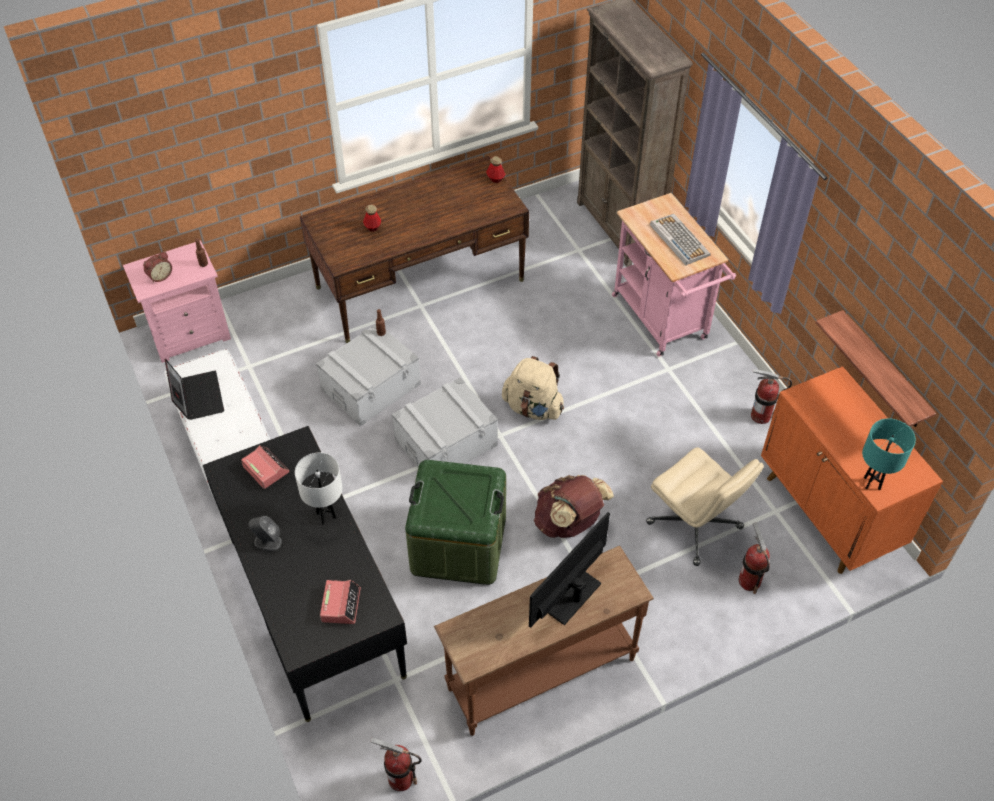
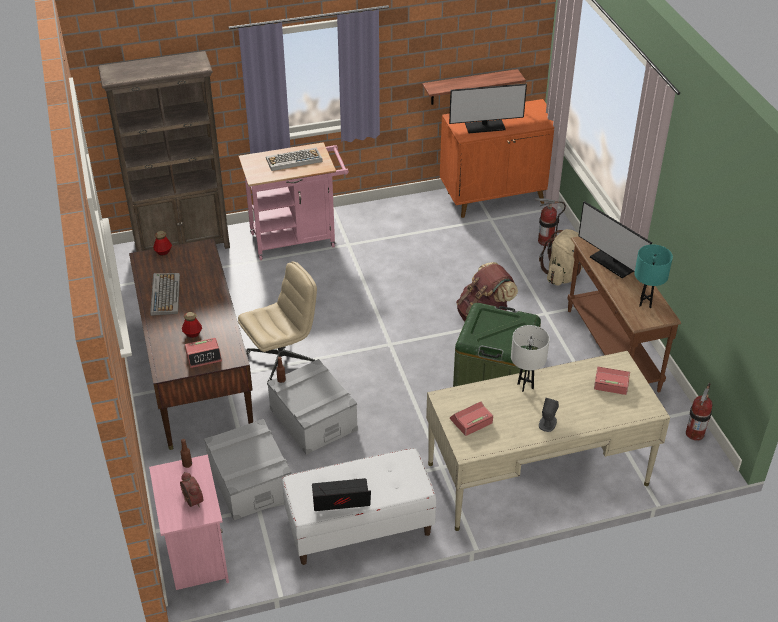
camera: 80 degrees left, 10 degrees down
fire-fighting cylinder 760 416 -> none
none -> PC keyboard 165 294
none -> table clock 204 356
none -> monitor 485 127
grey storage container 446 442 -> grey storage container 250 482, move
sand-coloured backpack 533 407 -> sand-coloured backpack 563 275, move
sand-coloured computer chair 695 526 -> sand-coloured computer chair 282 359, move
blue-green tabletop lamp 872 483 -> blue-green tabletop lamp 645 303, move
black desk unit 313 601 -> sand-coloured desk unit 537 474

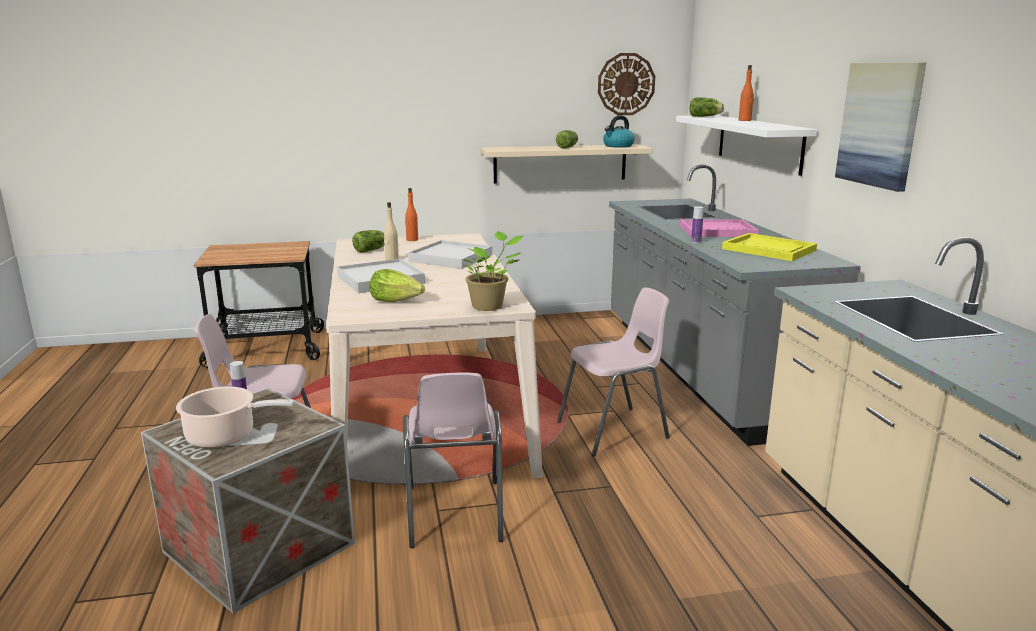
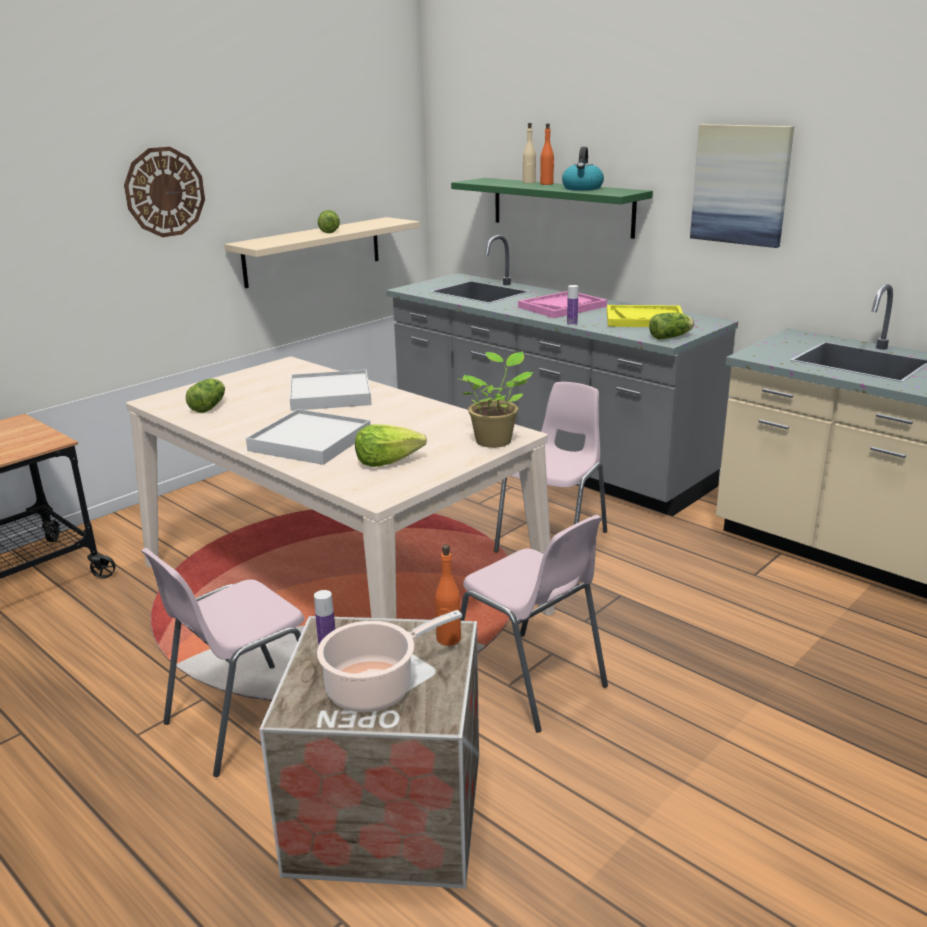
camera: 35 degrees left, 5 degrees up
sand-coloured beverage bottle 391 259 -> sand-coloured beverage bottle 529 182, move
orange beverage bottle 412 240 -> orange beverage bottle 448 639, move
hanging clock 626 84 -> hanging clock 164 192, move
kettle 618 146 -> kettle 582 188, move
head of lettuce 706 116 -> head of lettuce 672 337, move
white bracket shelf 759 143 -> green-coloured bracket shelf 562 207

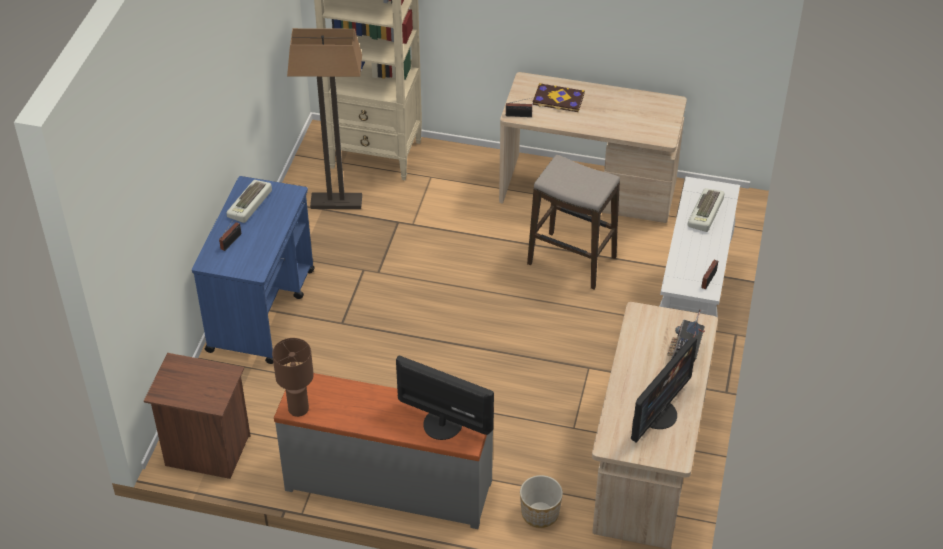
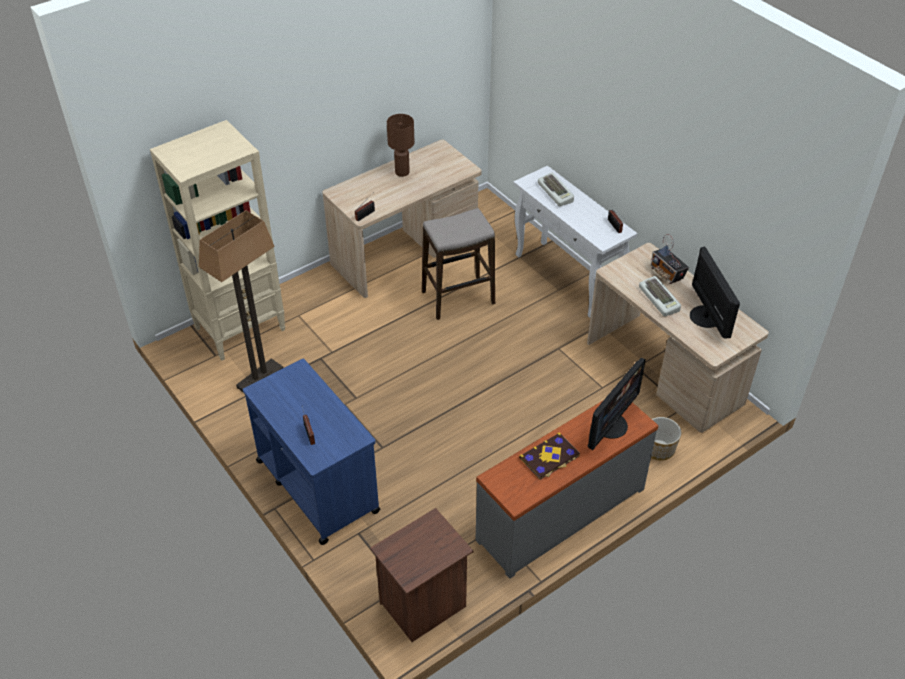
camera: 50 degrees left, 0 degrees up
PC keyboard 250 204 -> PC keyboard 660 299, move
brown-coloured tabletop lamp 298 409 -> brown-coloured tabletop lamp 402 172, move
bound book 558 99 -> bound book 550 457, move
monitor 443 423 -> monitor 610 425, 150 degrees clockwise

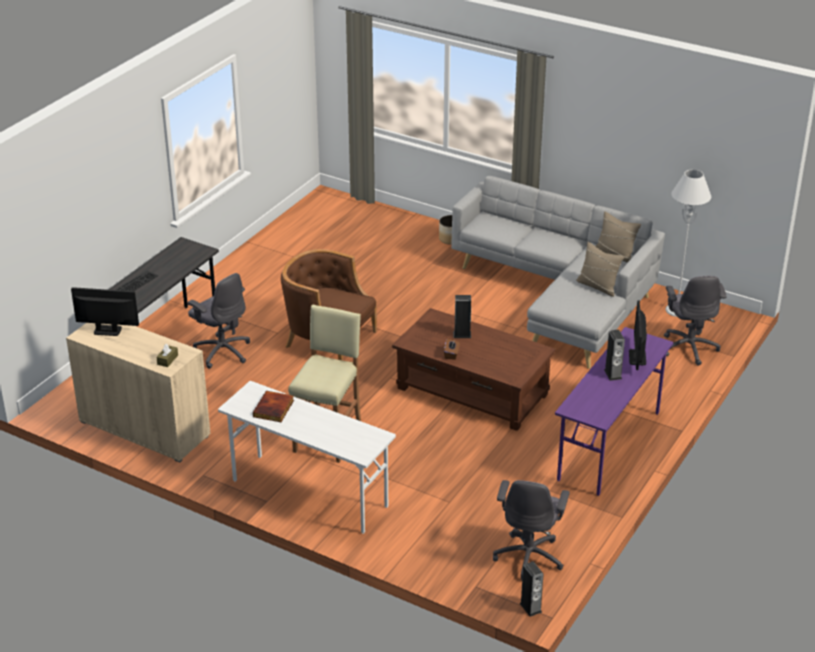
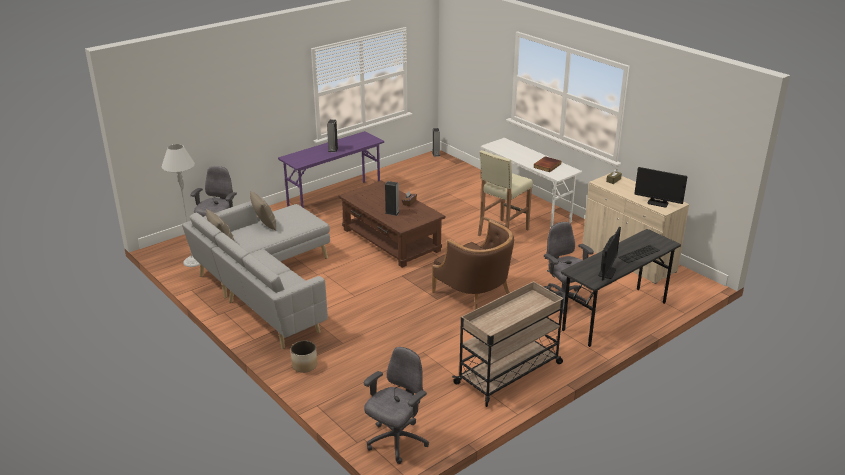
camera: 160 degrees left, 5 degrees down
none -> sand-coloured wheeled cart 510 373
grey computer chair 529 556 -> grey computer chair 396 441, move
monitor 637 357 -> monitor 607 272, move

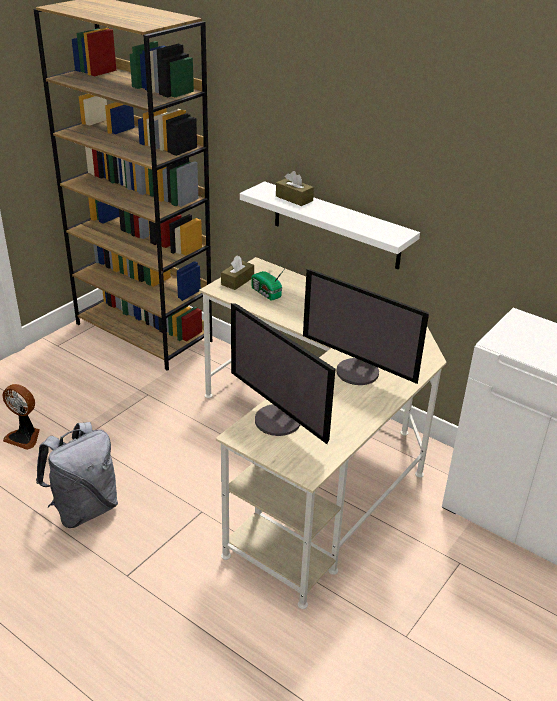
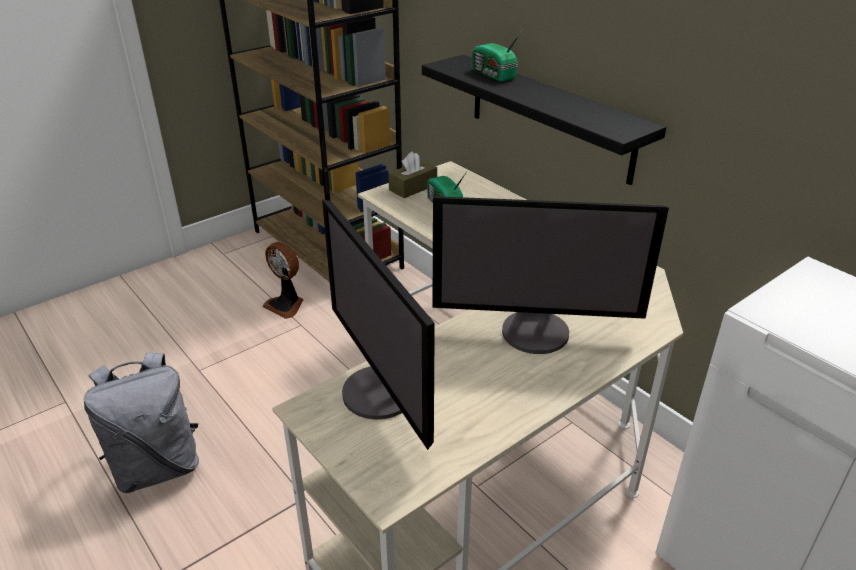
camera: 15 degrees right, 0 degrees up
fan 24 437 -> fan 286 305, move
brown-coloured tissue holder 294 198 -> radio set 493 75
white bracket shelf 336 225 -> black bracket shelf 549 117
monitor 359 372 -> monitor 536 331, 45 degrees counterclockwise

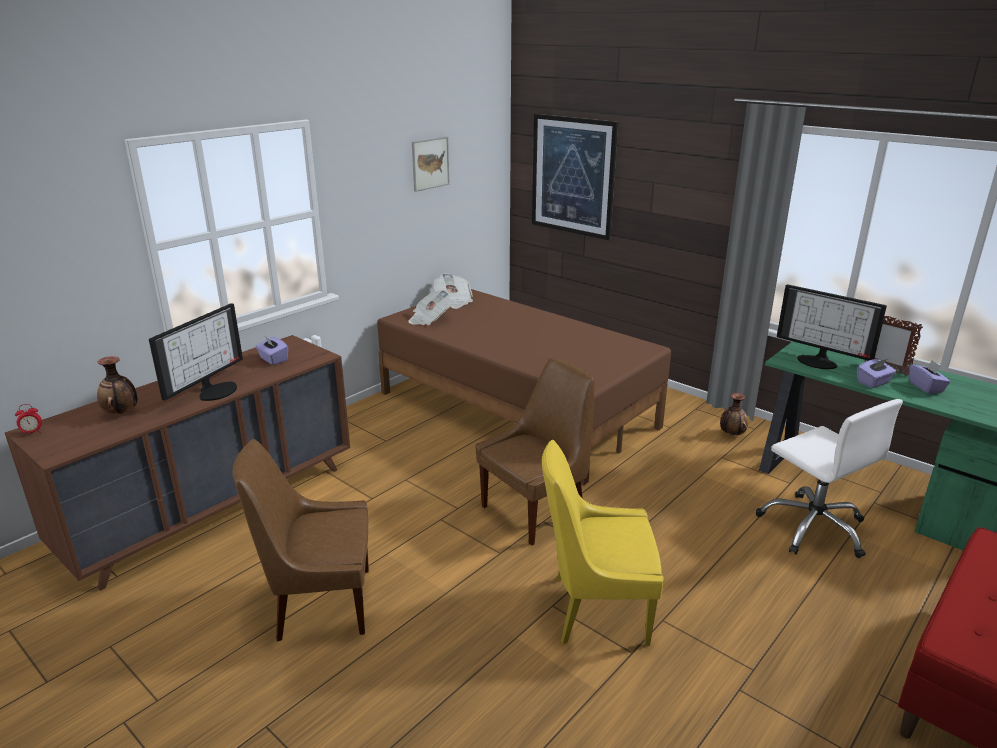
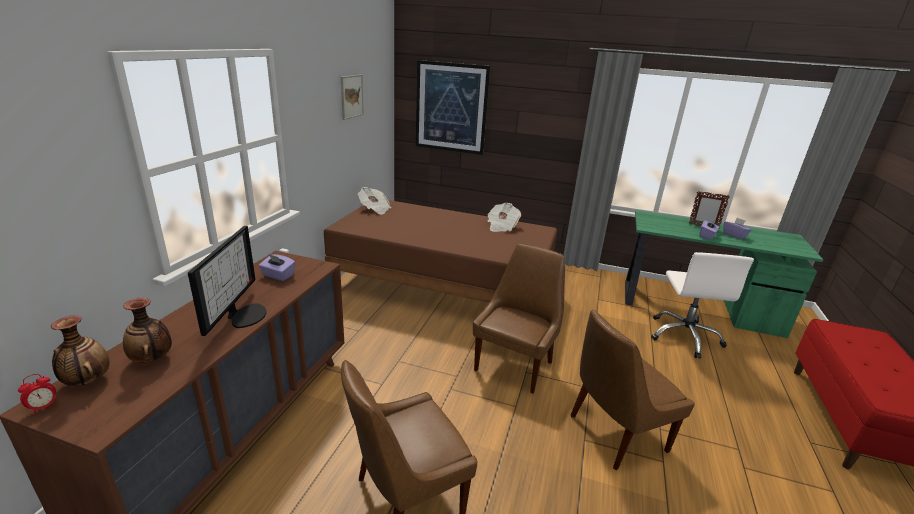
camera: 25 degrees left, 0 degrees up
monitor 818 361 -> none
daily paper 430 319 -> daily paper 501 226, move
decorative vase 731 434 -> decorative vase 87 381, move
yellowish plain chair 595 609 -> brown-coloured plain chair 614 434
white computer chair 813 527 -> white computer chair 685 336, 60 degrees clockwise

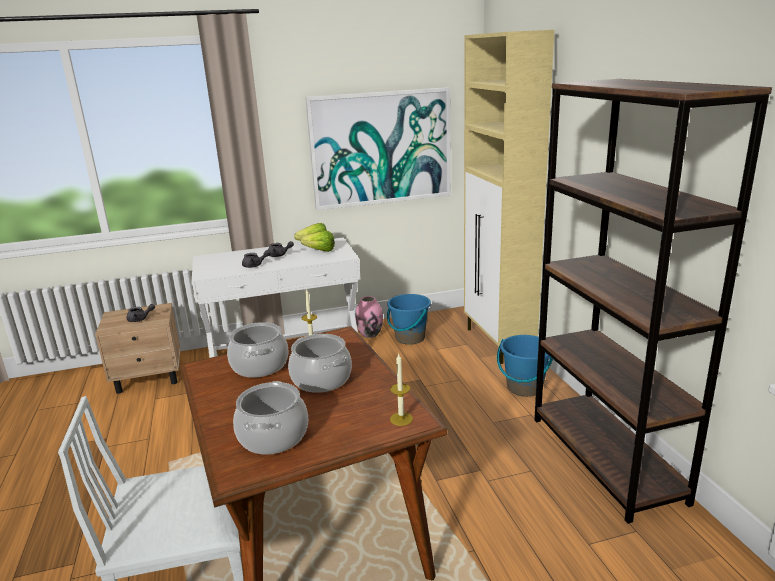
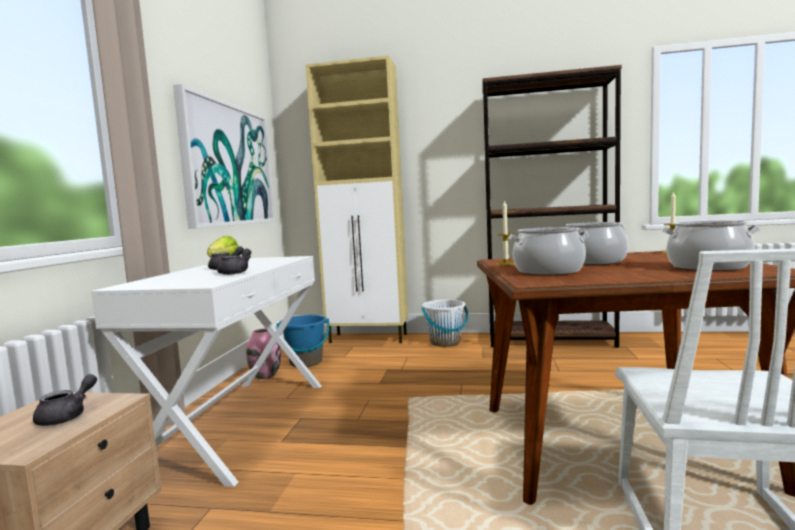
camera: 65 degrees left, 15 degrees down
head of lettuce 318 250 -> none
blue-coloured water bucket 524 388 -> white water bucket 445 342

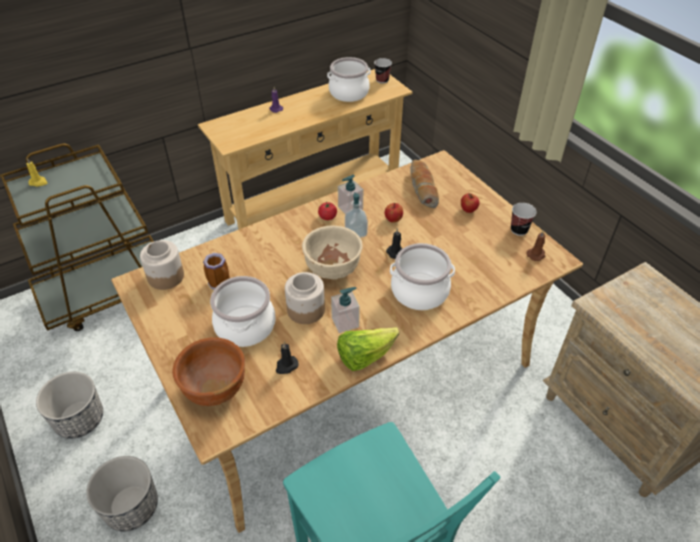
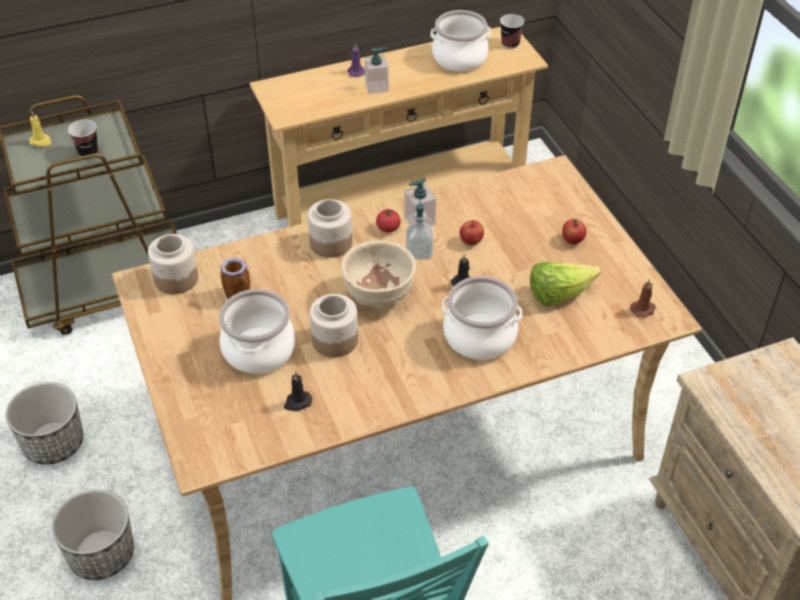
camera: 10 degrees right, 0 degrees up
brown-coloured bowl 215 388 -> none
bread 422 188 -> none
none -> preserve jar 330 243
soap bottle 345 322 -> soap bottle 377 87, move
head of lettuce 364 356 -> head of lettuce 558 294, move
drinking cup 519 230 -> drinking cup 88 152, move

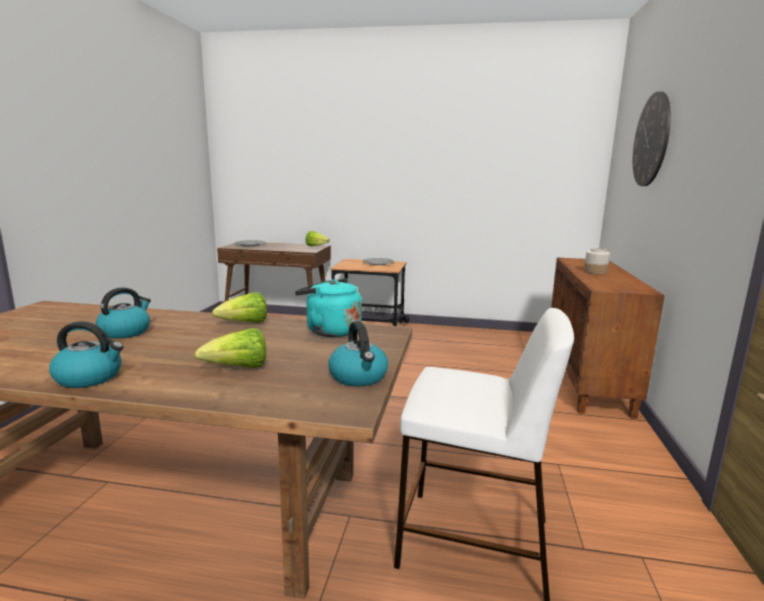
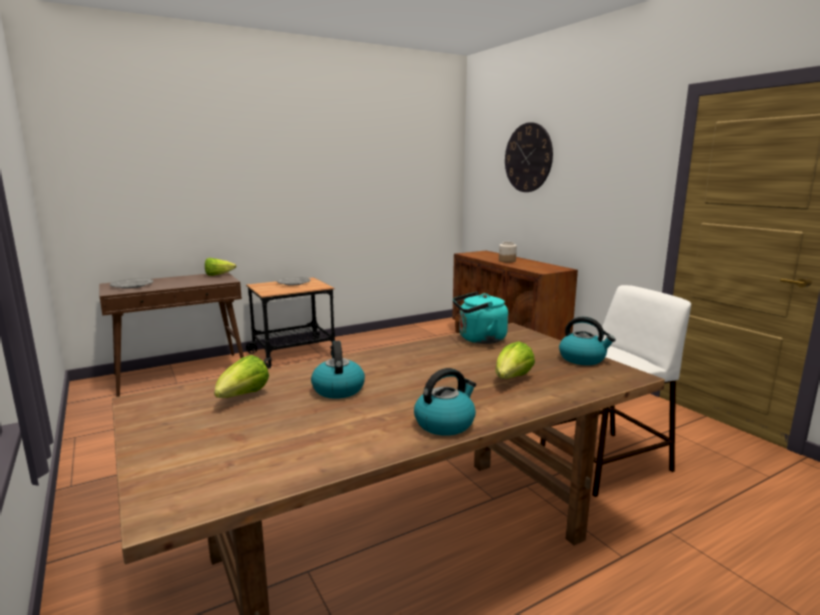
camera: 40 degrees left, 0 degrees up
head of lettuce 245 324 -> head of lettuce 243 397, move

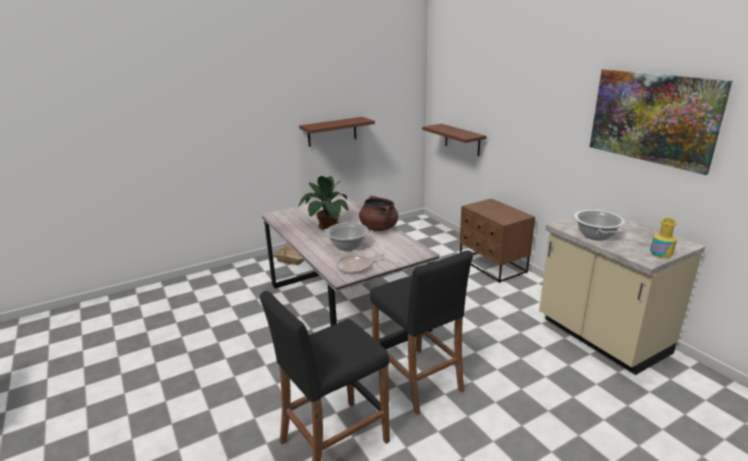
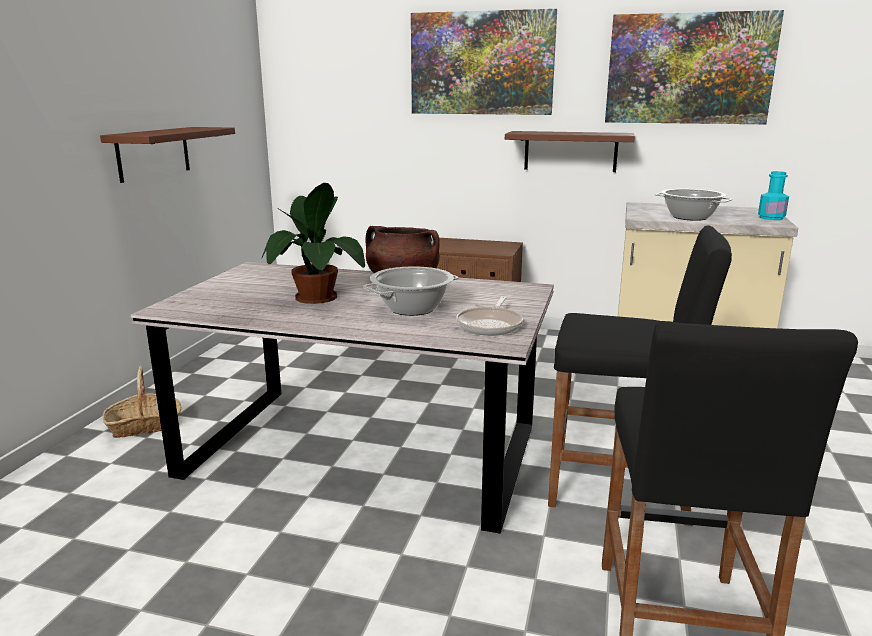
camera: 45 degrees left, 5 degrees down
none -> wall art 481 63
brown-coloured bracket shelf 462 140 -> brown-coloured bracket shelf 570 151, move
yellowish beverage bottle 661 254 -> blue-green beverage bottle 771 218

